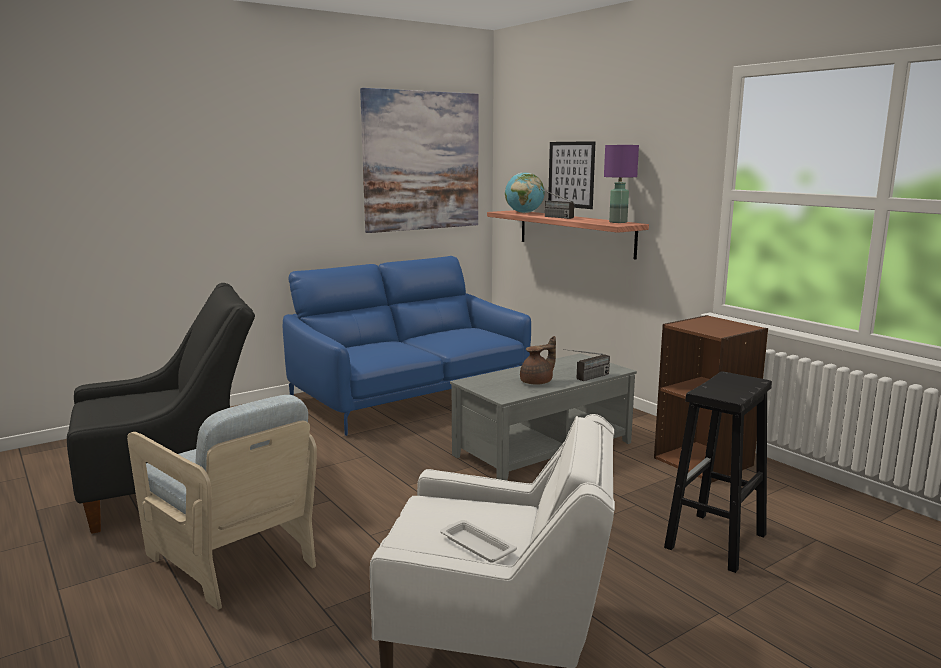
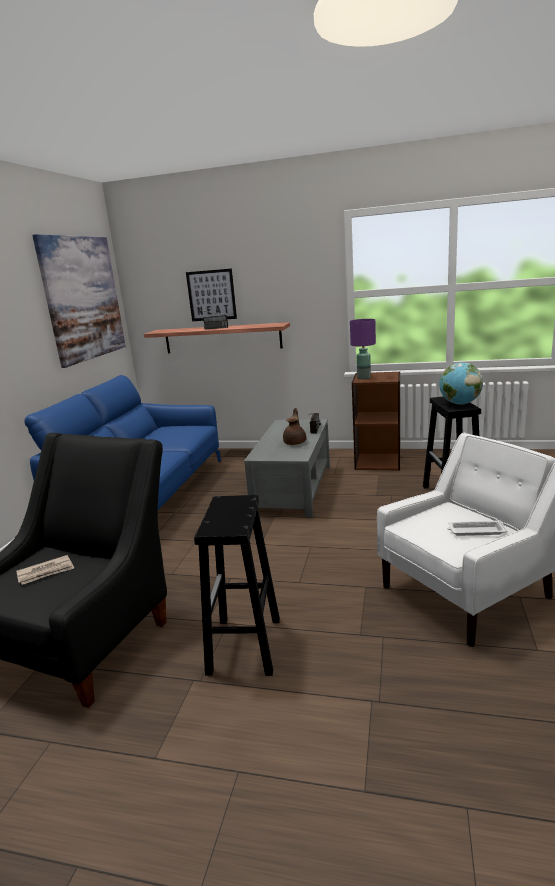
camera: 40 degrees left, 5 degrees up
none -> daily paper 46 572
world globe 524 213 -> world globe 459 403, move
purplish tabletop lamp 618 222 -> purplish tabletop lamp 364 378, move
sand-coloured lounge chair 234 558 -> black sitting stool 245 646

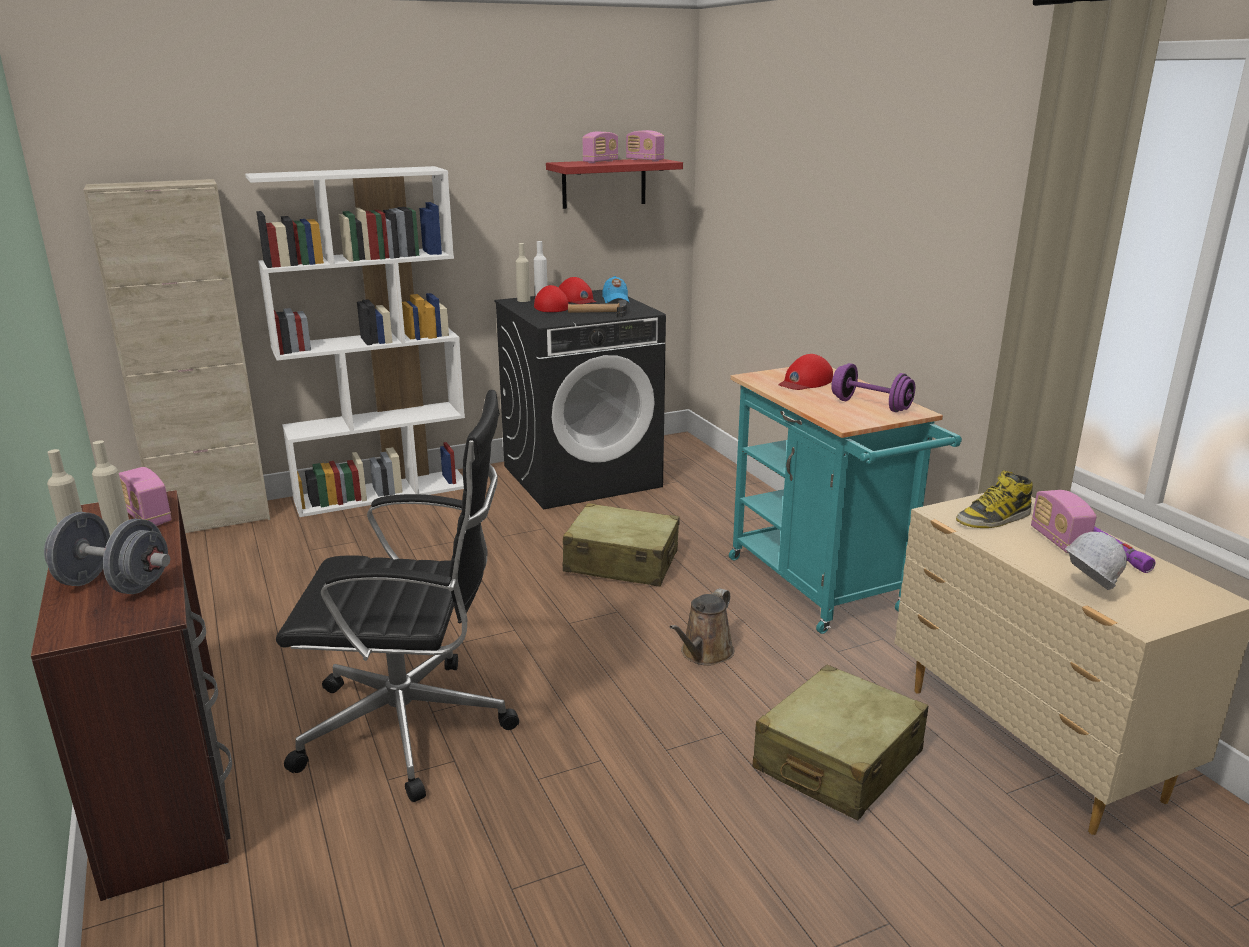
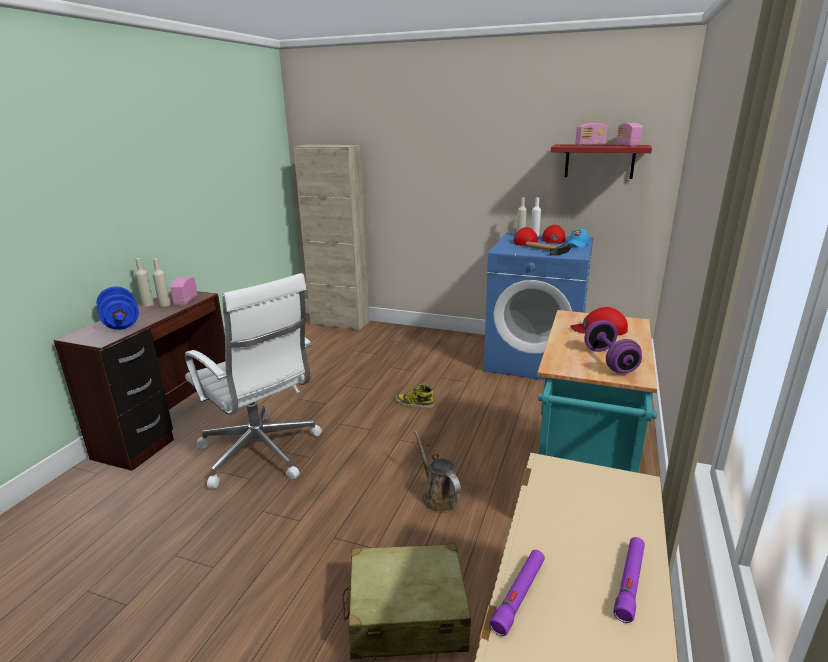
camera: 45 degrees right, 0 degrees up
white shelving unit 383 492 -> none
sand-coloured travel case 621 562 -> none
radio set 1058 540 -> none
tall boot 993 519 -> tall boot 414 403, move
white safety helmet 1084 591 -> purplish flashlight 519 595
grey free weight 114 585 -> blue-coloured free weight 121 323
black computer chair 412 727 -> white computer chair 261 453
black laundry appliance 582 476 -> blue-coloured laundry appliance 534 360
brown-coloured sprinkling can 704 654 -> brown-coloured sprinkling can 439 496, 75 degrees clockwise

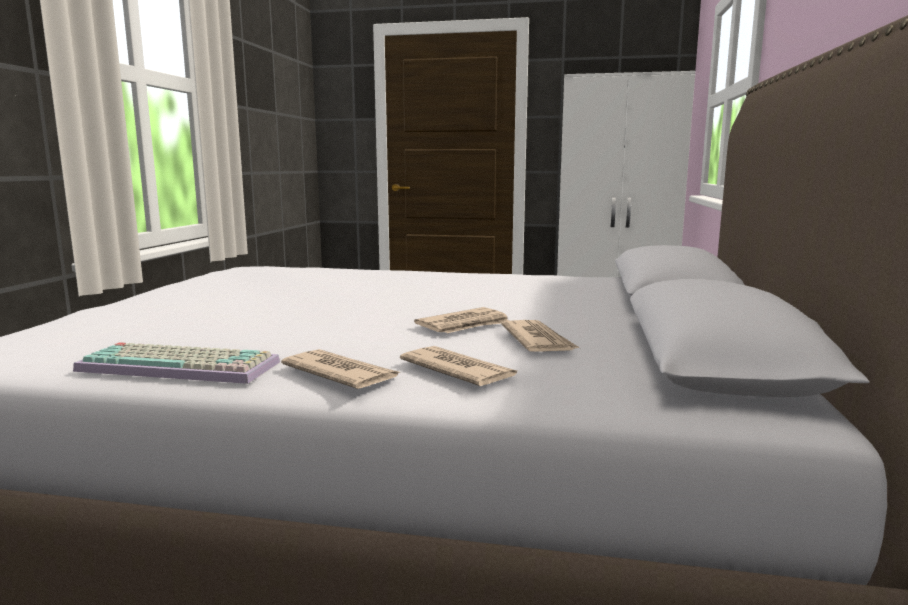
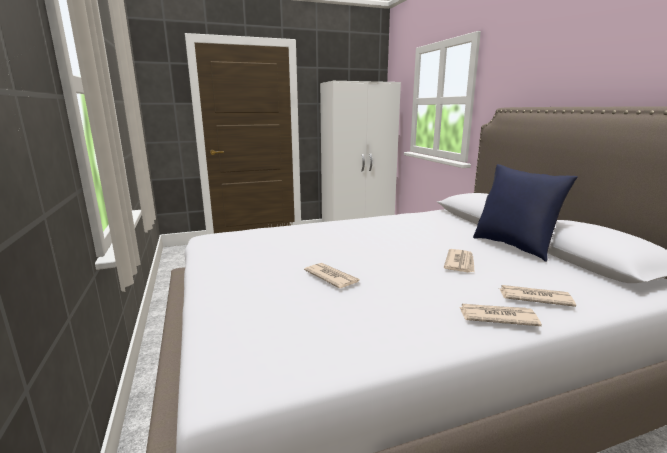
camera: 30 degrees left, 5 degrees up
PC keyboard 183 365 -> none
none -> blue-coloured throw pillow 513 246
daily paper 538 341 -> daily paper 331 277, move

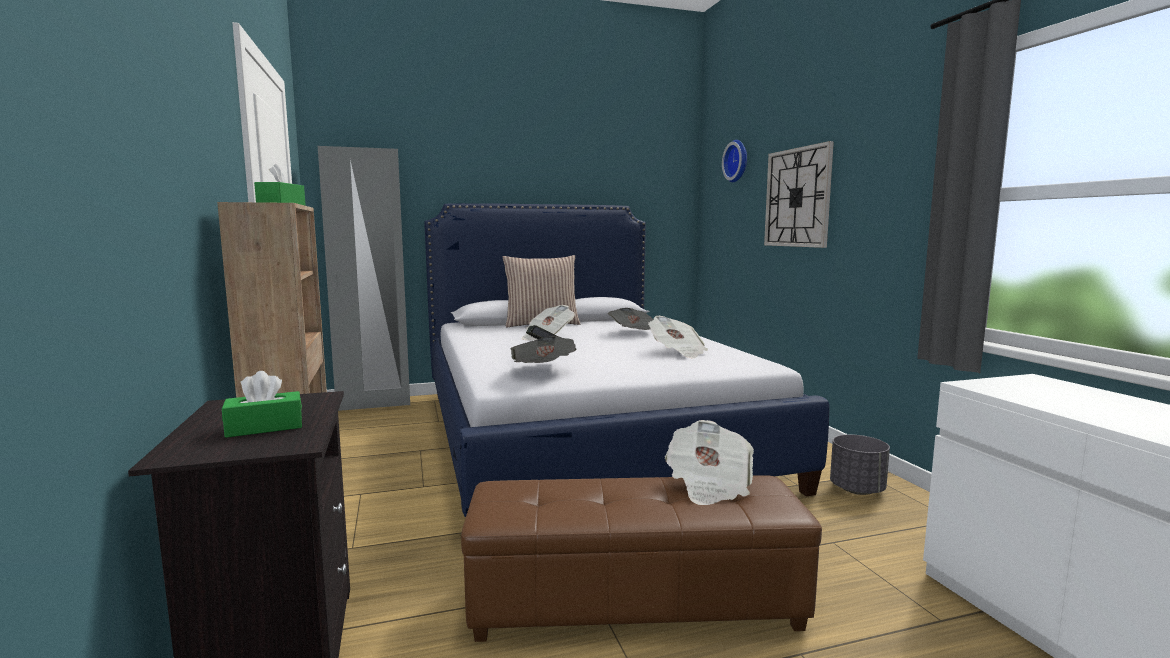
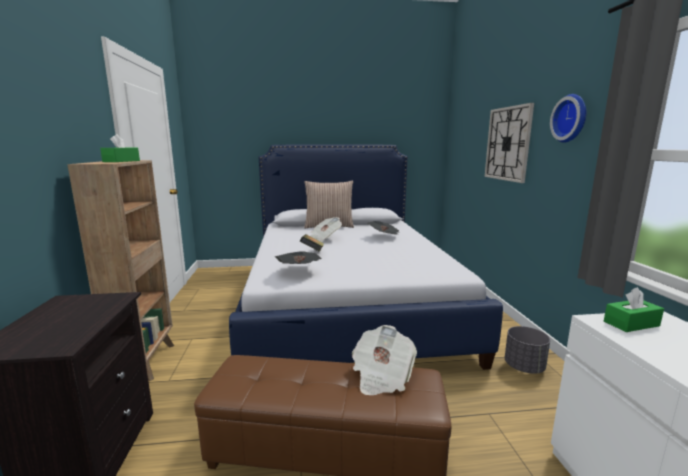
camera: 10 degrees right, 5 degrees up
grey clothes cupboard 374 404 -> none
daily paper 677 352 -> none
green-coloured tissue holder 265 427 -> green-coloured tissue holder 631 323, move
hanging clock 737 161 -> hanging clock 571 118, move

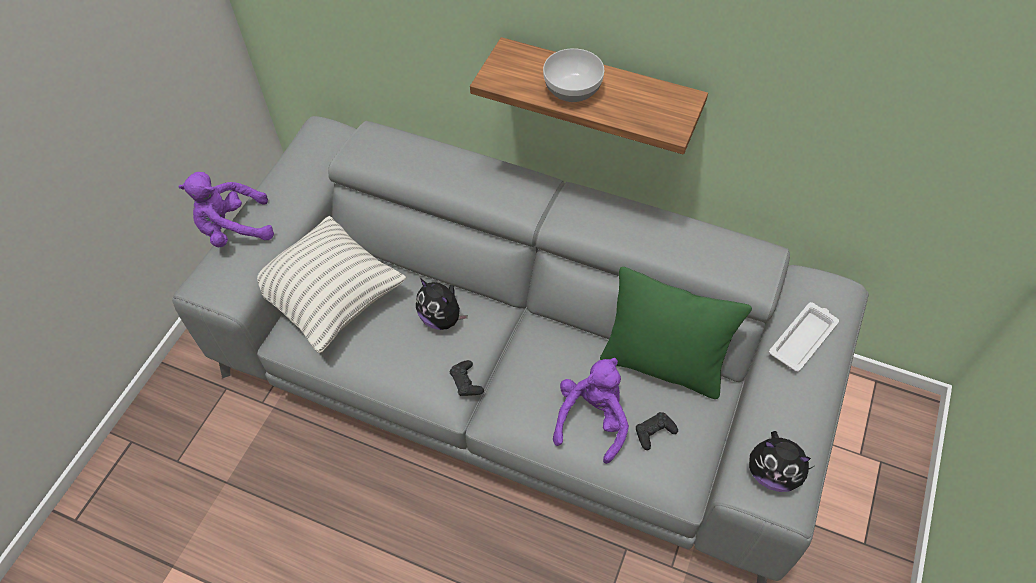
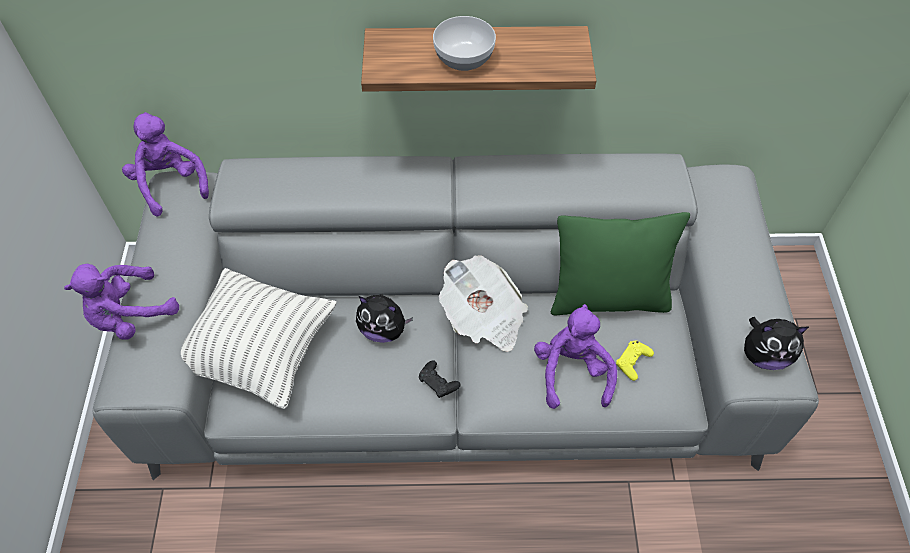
camera: 25 degrees left, 0 degrees up
white carrying tray 803 338 -> none
none -> purplish cuddly toy 170 184
none -> daily paper 484 317
black joypad 654 432 -> yellowish joypad 633 362

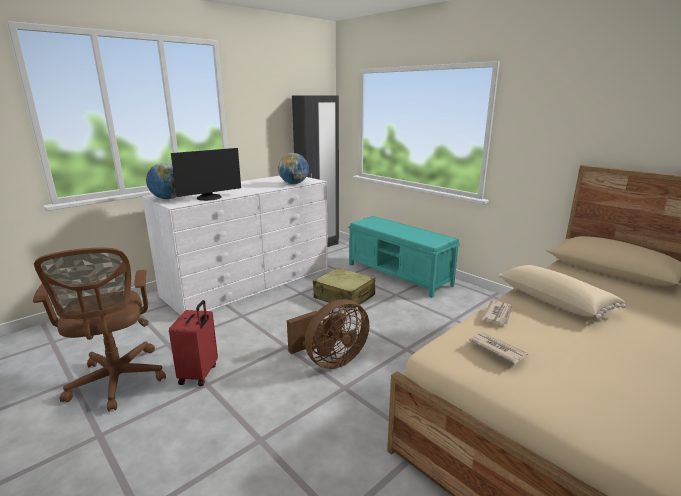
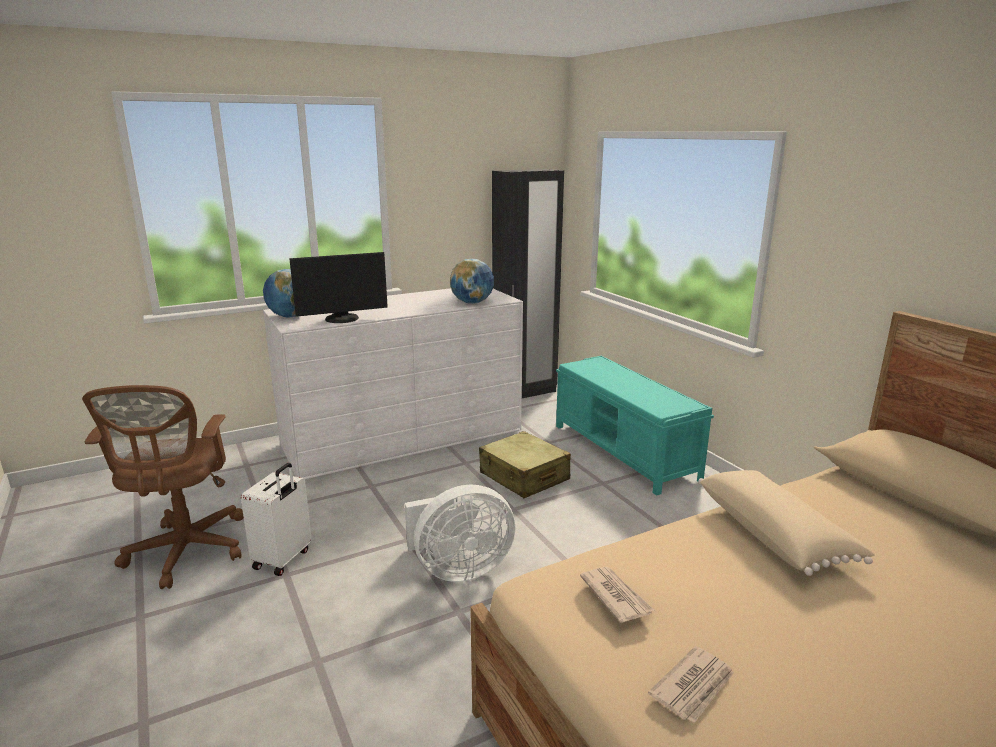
camera: 15 degrees right, 0 degrees up
daily paper 498 314 -> daily paper 694 686, move
reddish travel case 199 374 -> white travel case 283 559
brown-coloured fan 330 360 -> white fan 458 569

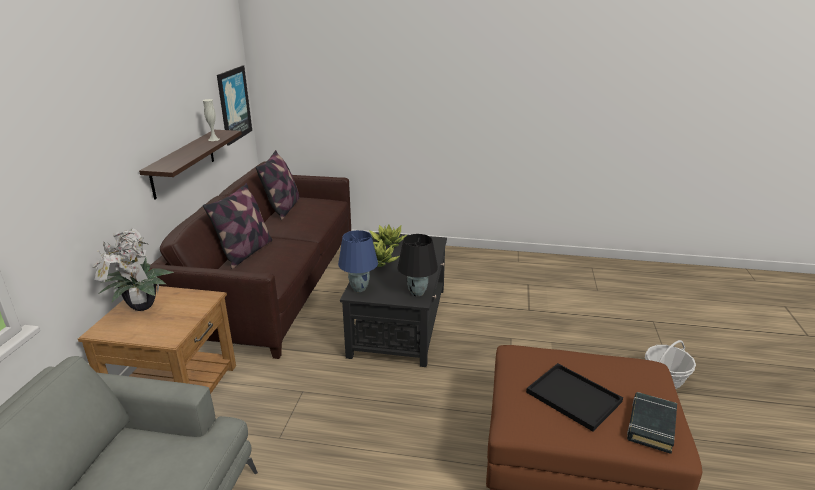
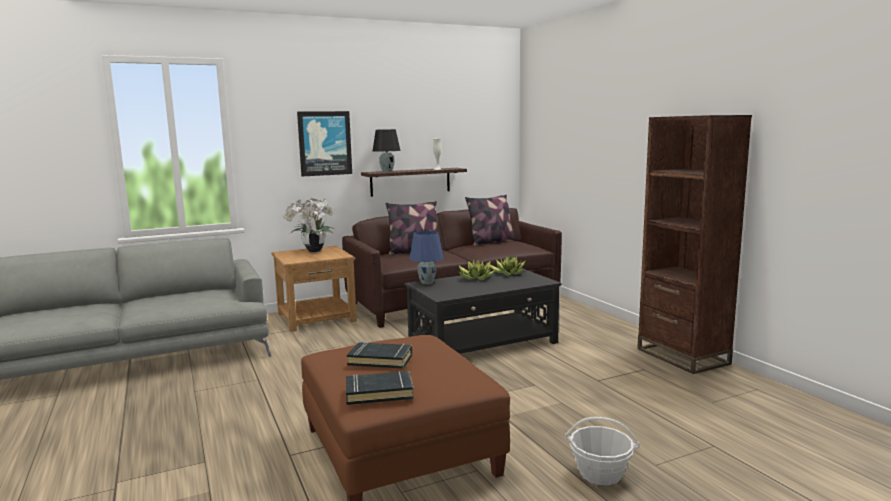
camera: 55 degrees right, 15 degrees down
none -> brown-coloured shelving unit 682 356
wall art 233 104 -> wall art 325 143, move
black tabletop lamp 416 293 -> black tabletop lamp 387 171, move
black carrying tray 571 396 -> black bound book 380 360

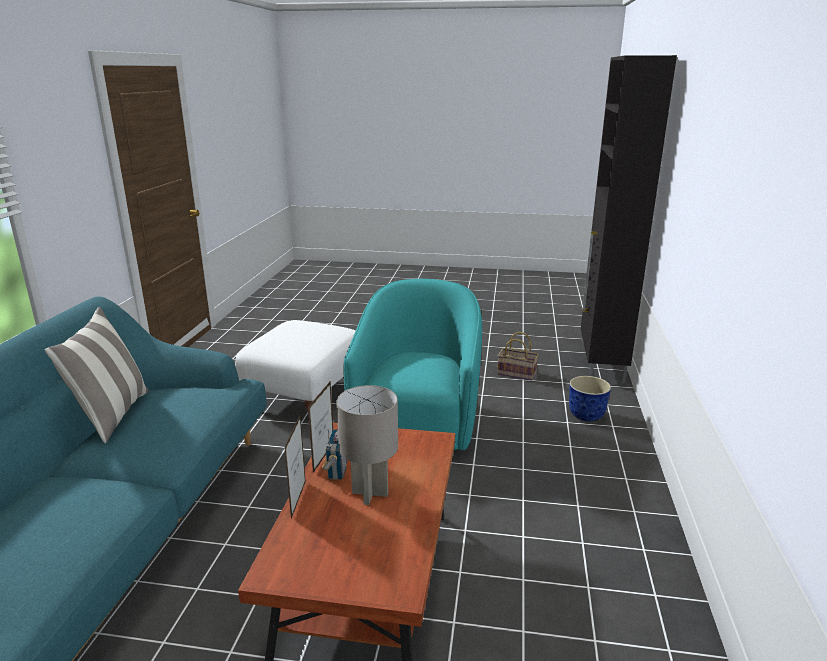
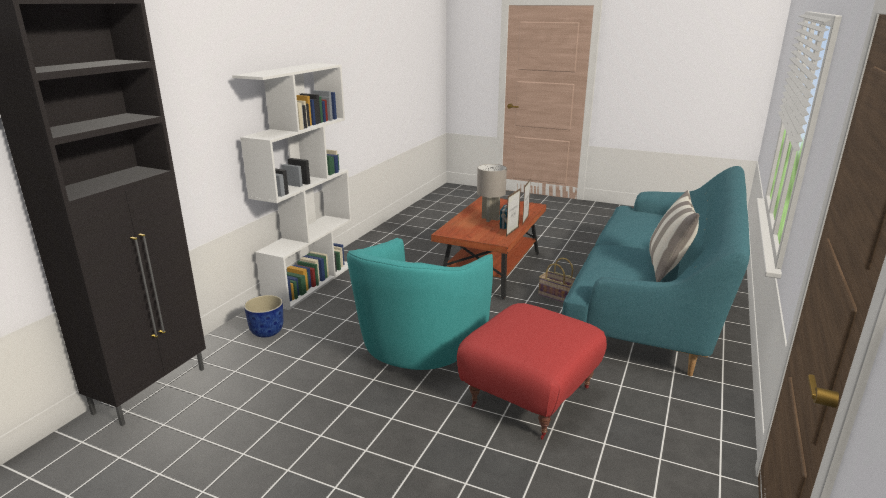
camera: 165 degrees left, 0 degrees up
none -> white shelving unit 311 282
basket 517 373 -> basket 556 296, move
white ottoman 303 396 -> reddish ottoman 530 397

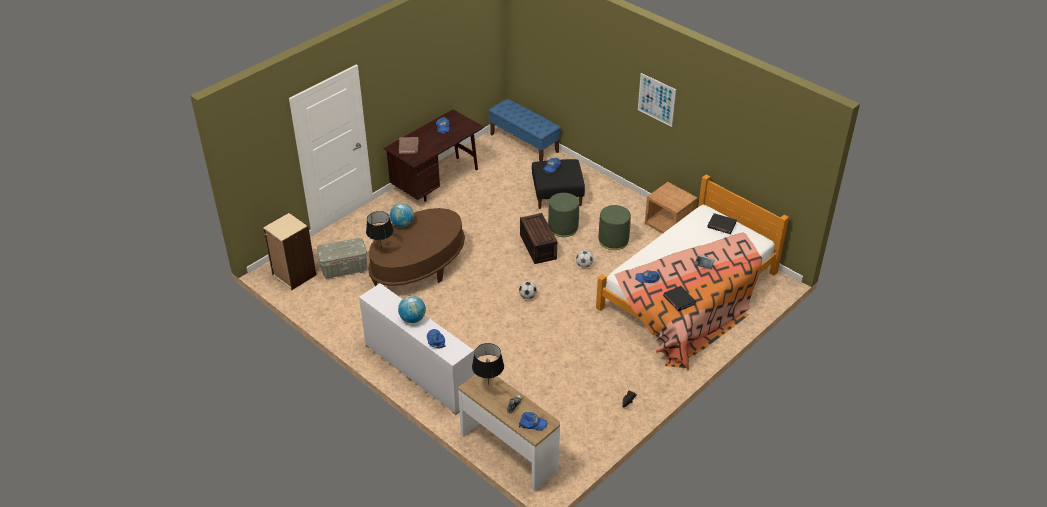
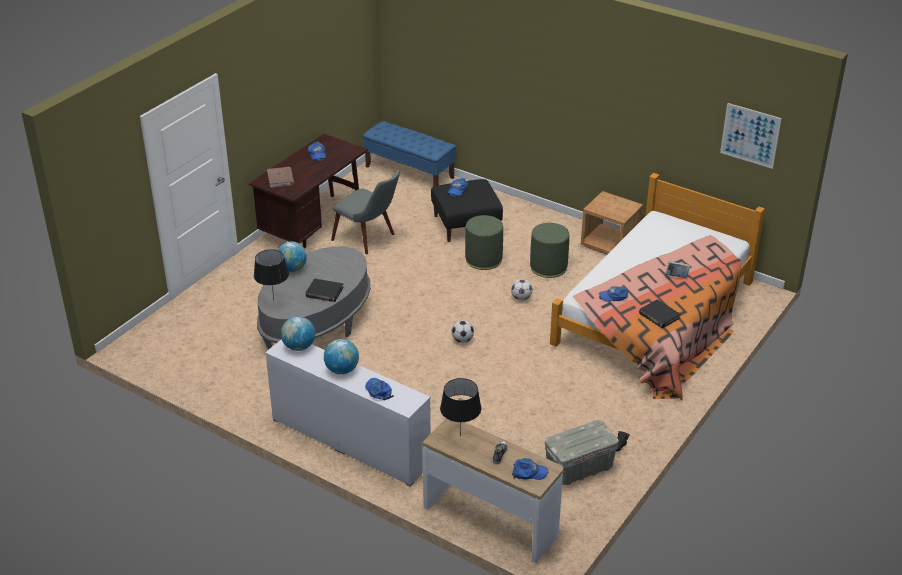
camera: 10 degrees left, 5 degrees down
sand-coloured shelving unit 293 275 -> none
brown-coloured storage container 537 246 -> none
none -> world globe 299 347
none -> grey plain chair 369 239
grey storage container 344 269 -> grey storage container 579 468, move
wall art 656 99 -> wall art 750 135, move
black bound book 721 225 -> black bound book 324 292, move
brown-coloured low table 418 266 -> grey low table 316 321

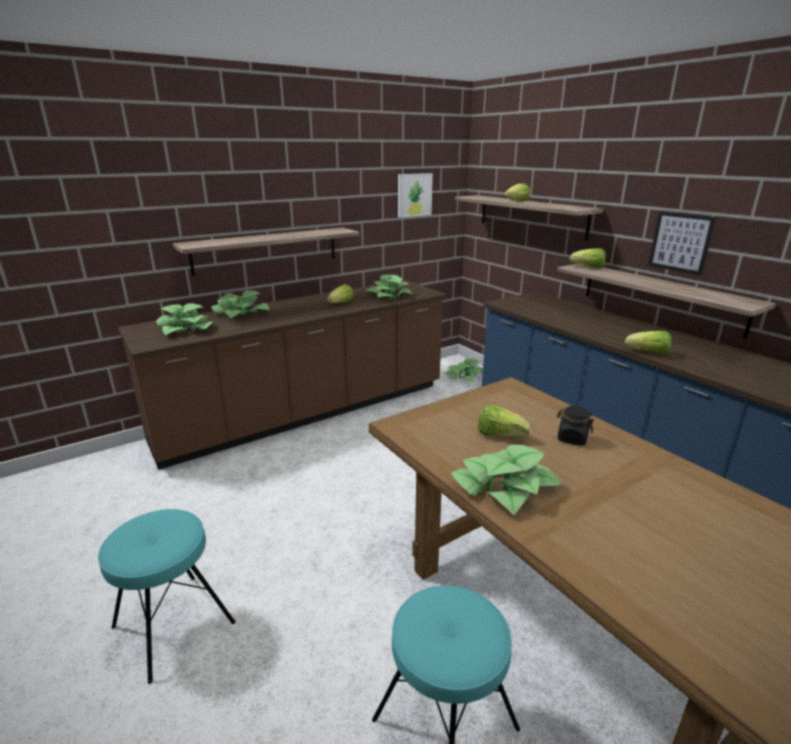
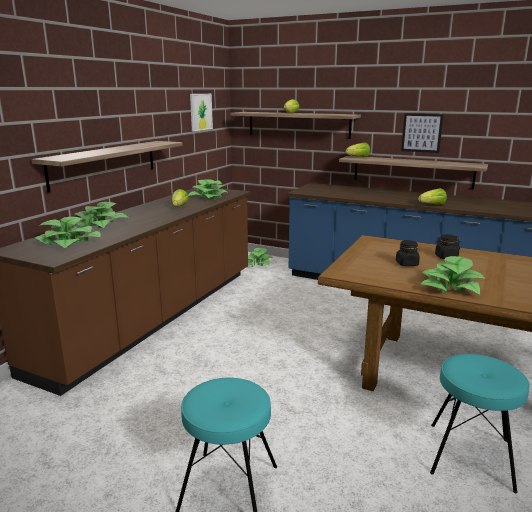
camera: 30 degrees left, 5 degrees down
head of lettuce 499 435 -> black preserve jar 407 264

